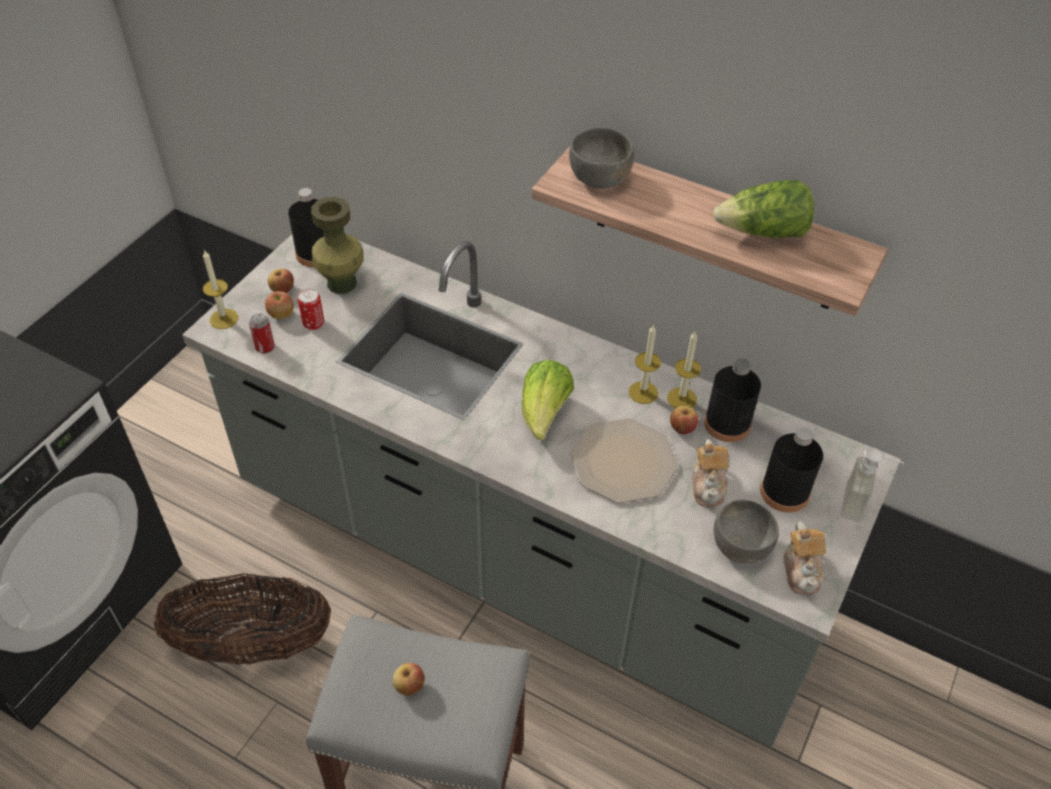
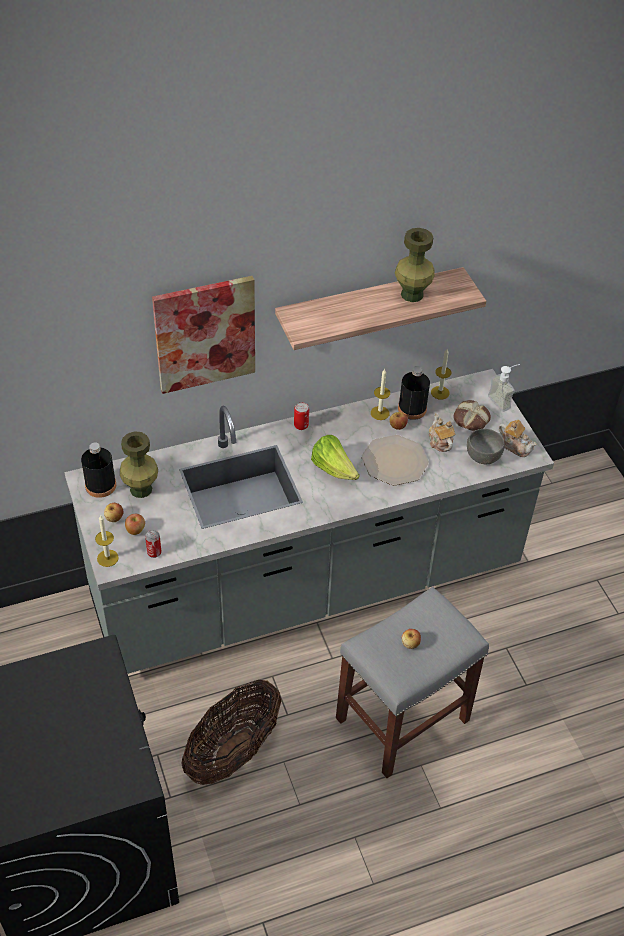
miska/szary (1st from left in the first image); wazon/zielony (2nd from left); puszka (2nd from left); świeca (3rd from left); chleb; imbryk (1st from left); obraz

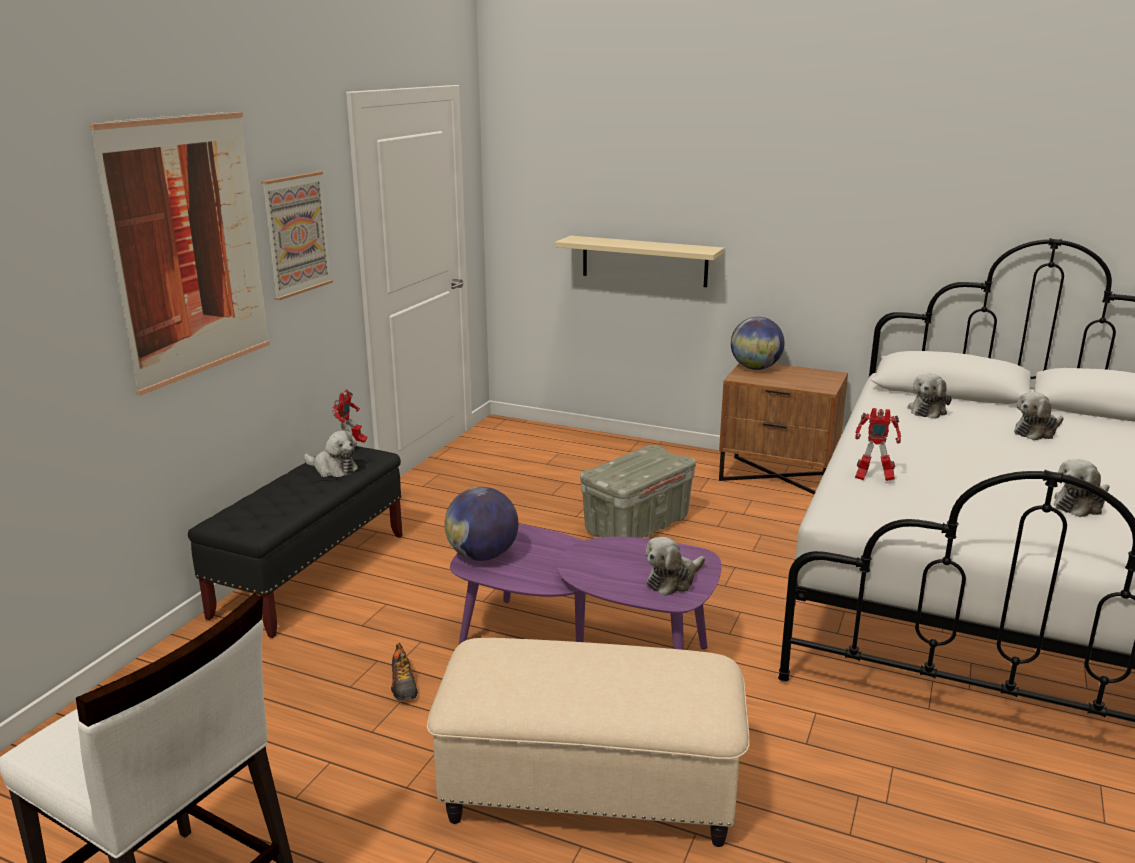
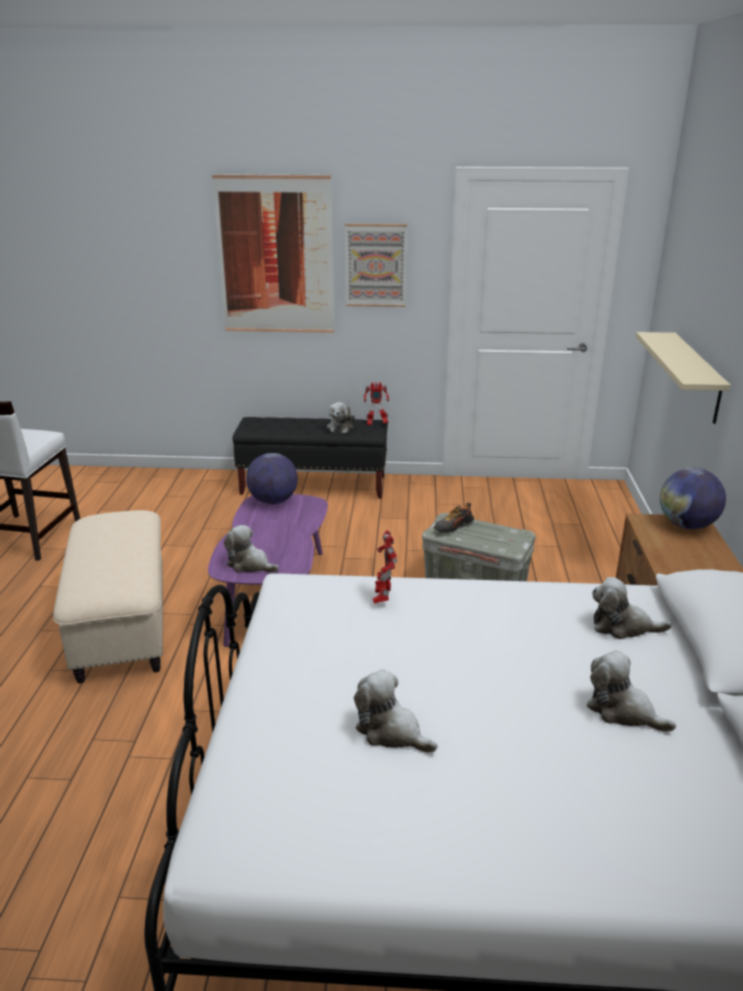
but

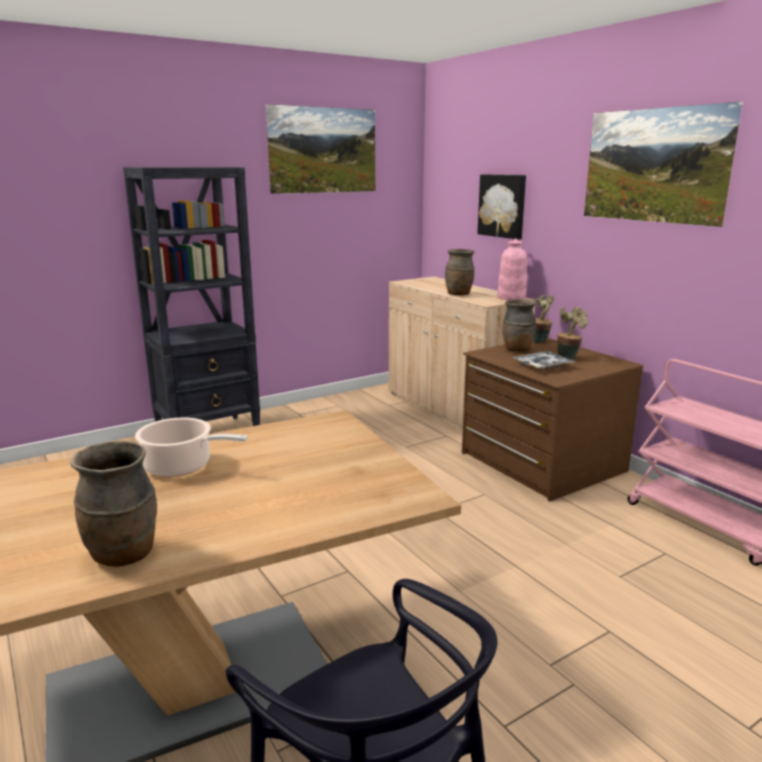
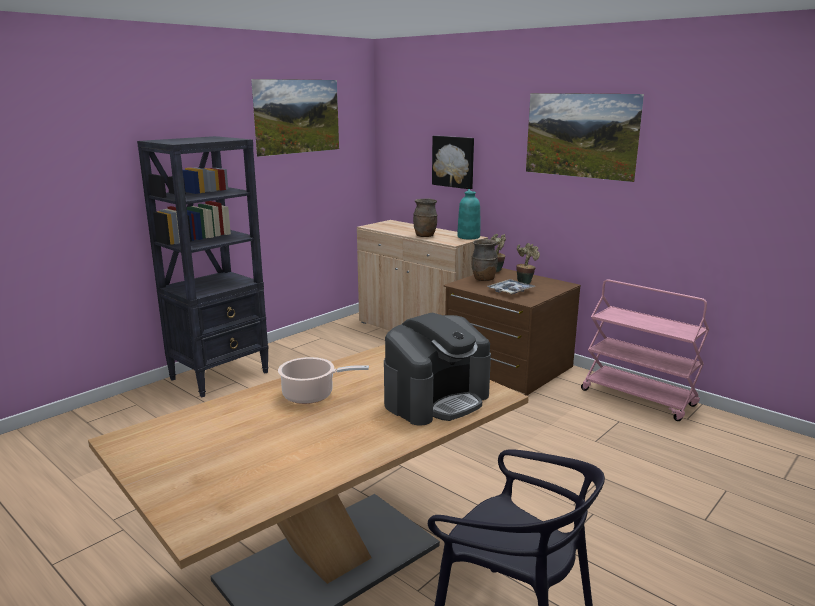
wazon/turkusowy; wazon/brązowy (1st from left in the first image); ekspres do kawy

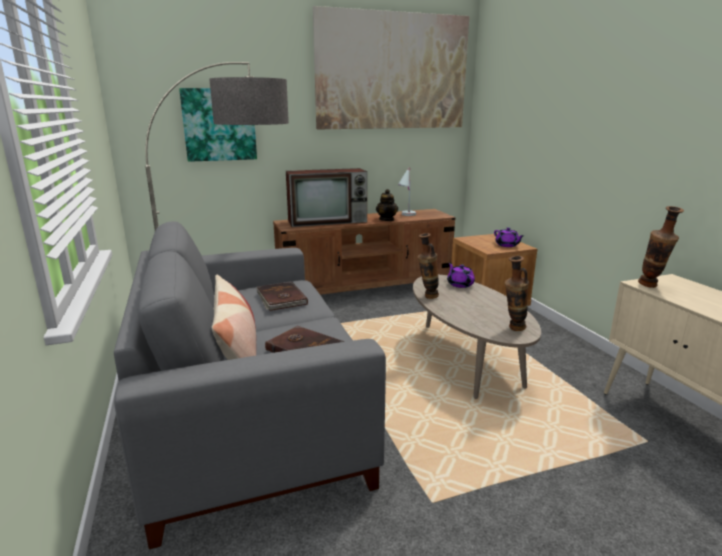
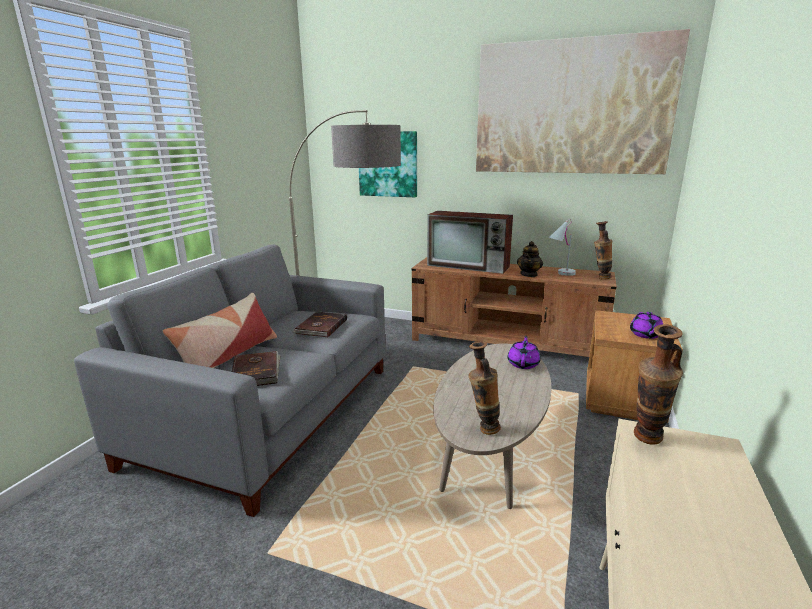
wazon (2nd from left)

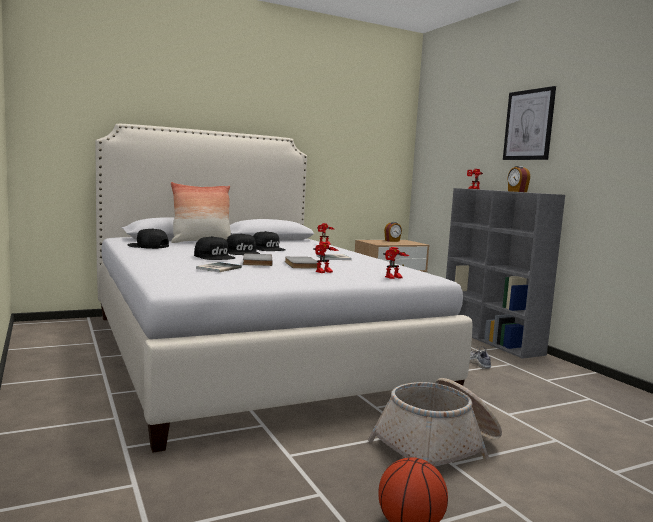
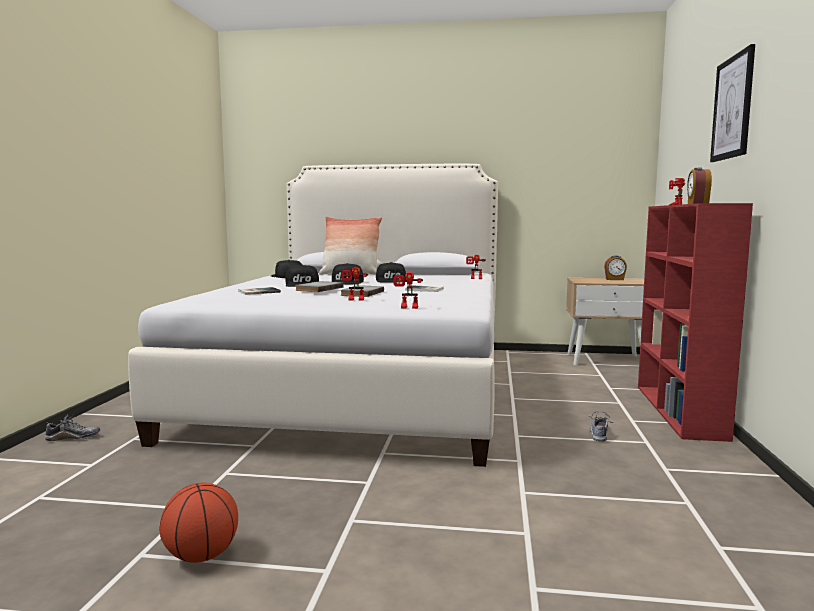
regał/czerwony; koszyk; but (1st from left)

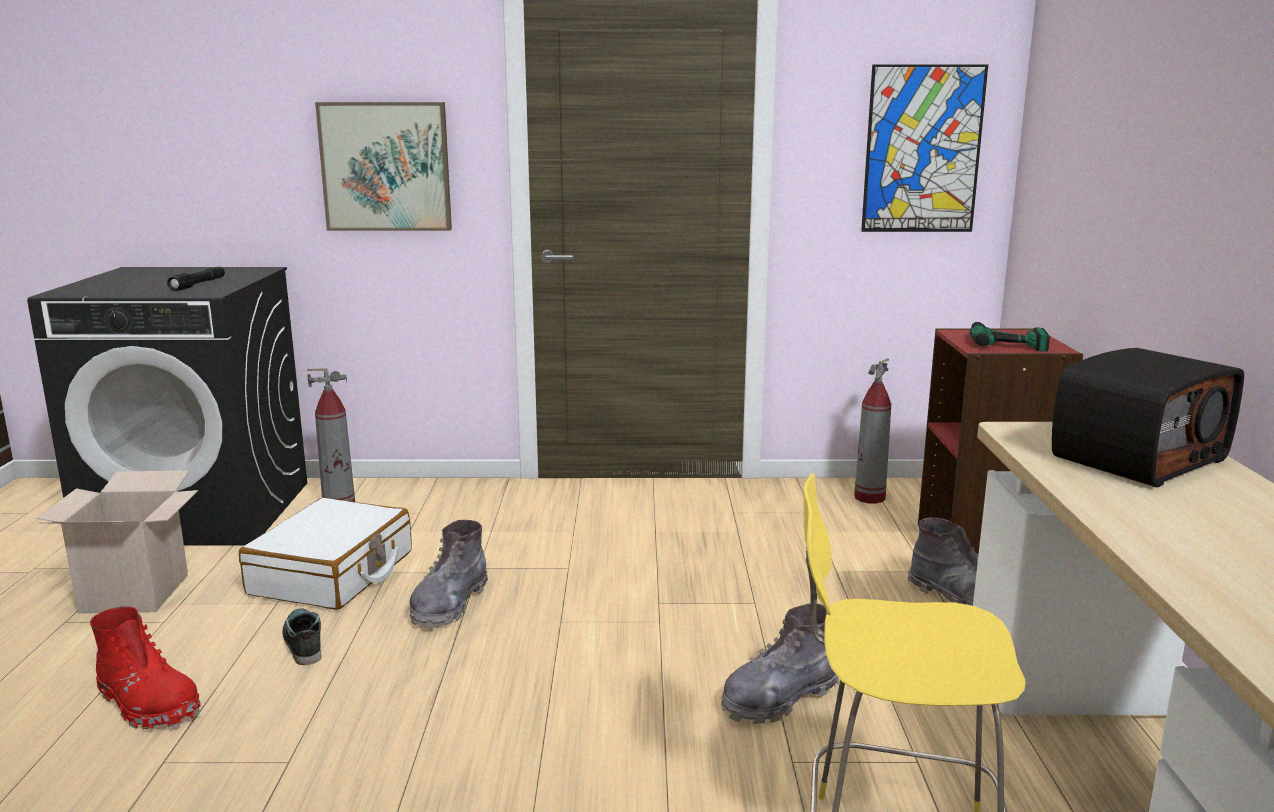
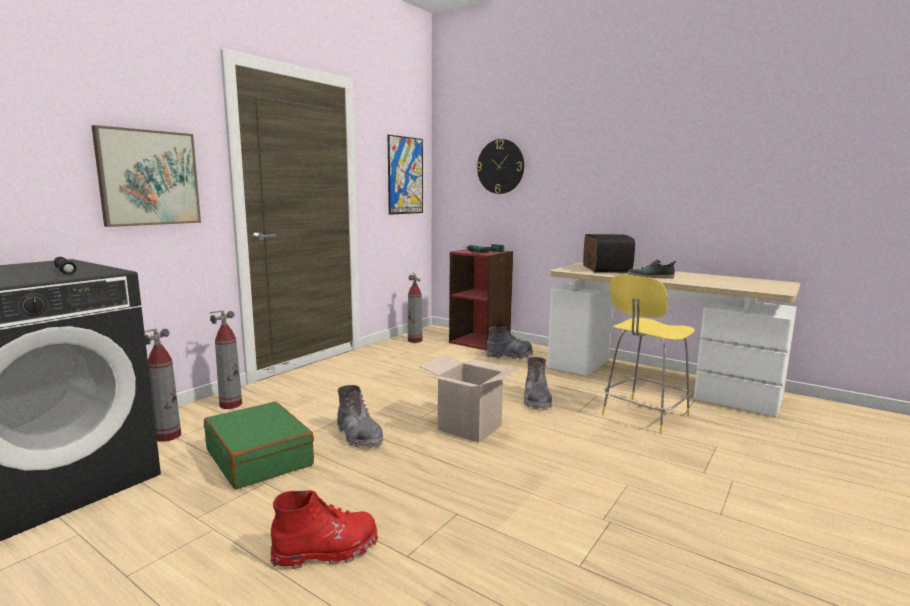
karton; walizka/zielony; but; zegar ścienny; gaśnica (2nd from left)

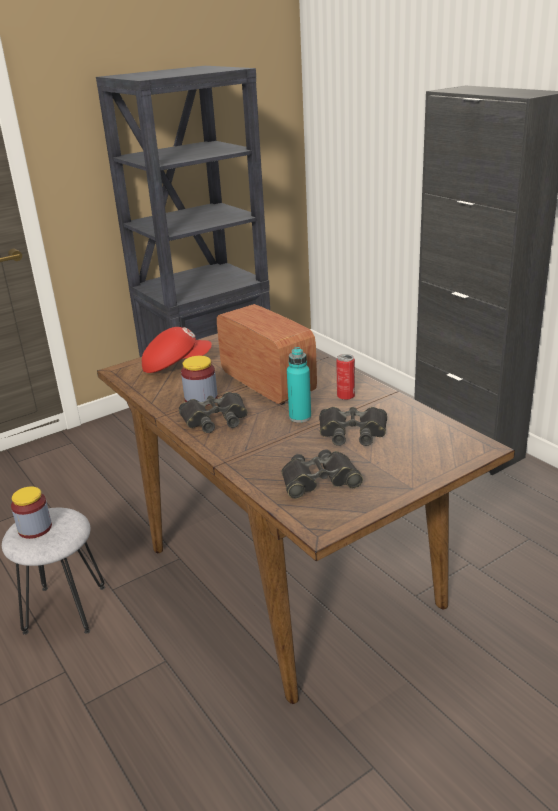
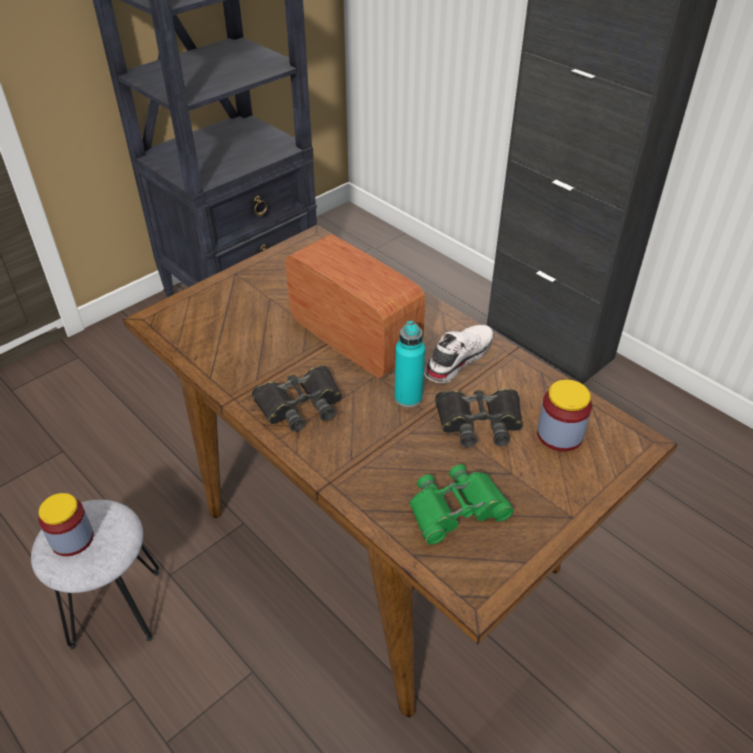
czapka z daszkiem/czerwony; but/biały; słoik (2nd from left); lornetka/zielony

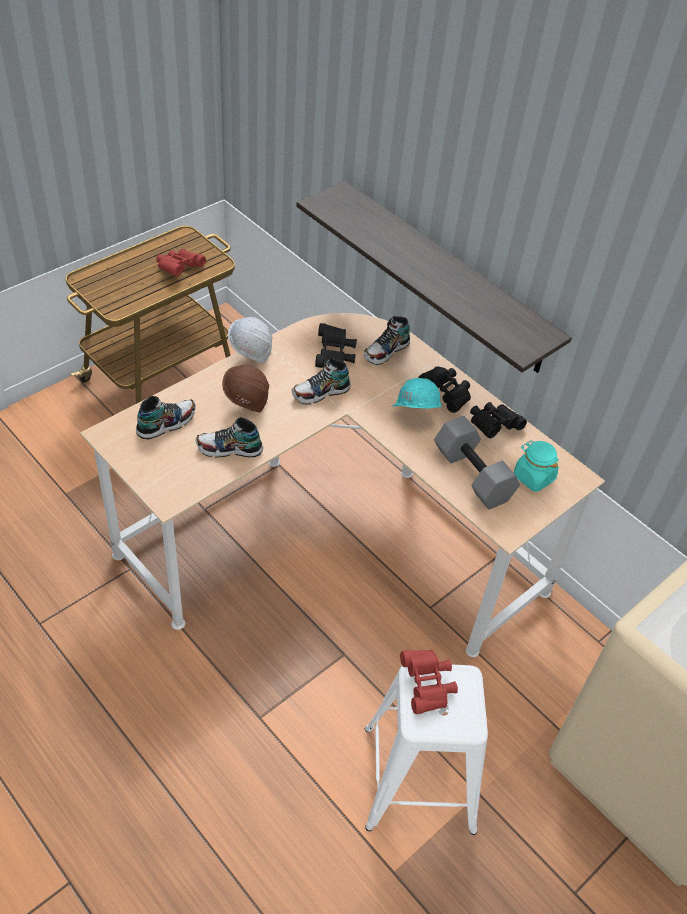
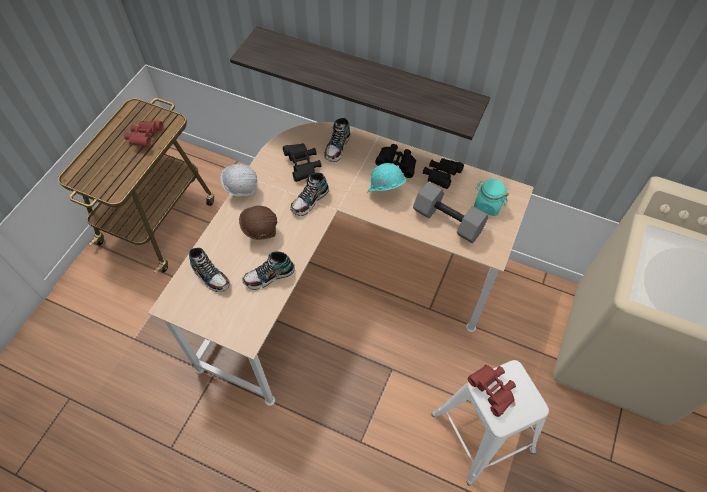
but (1st from left)

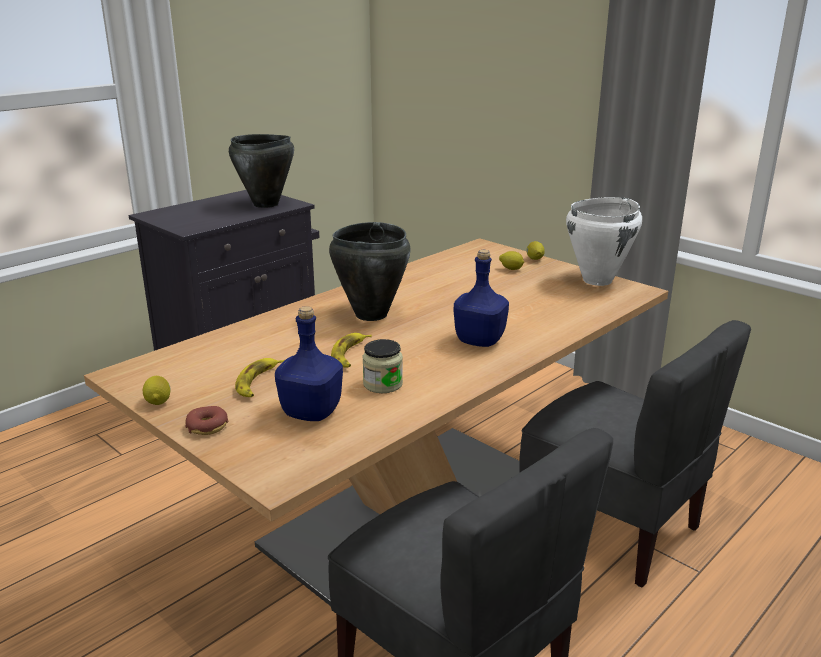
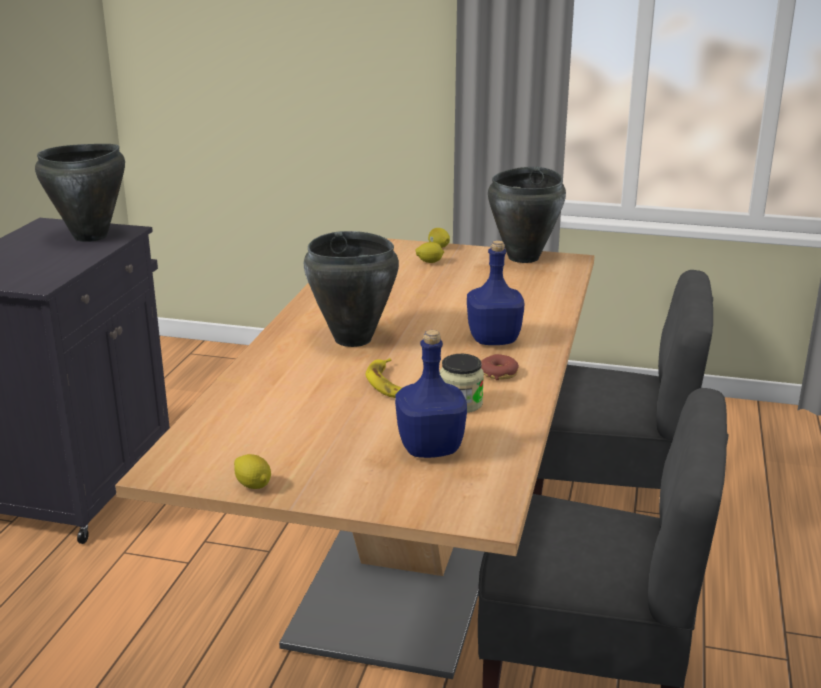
garnek/czarny (3rd from left); banan (1st from left in the first image); donut

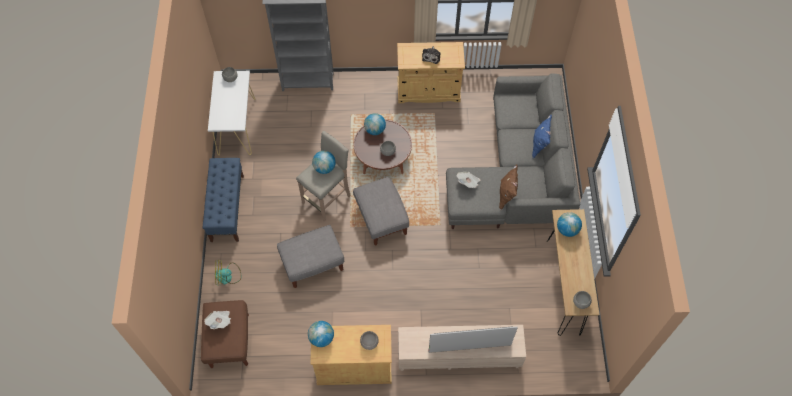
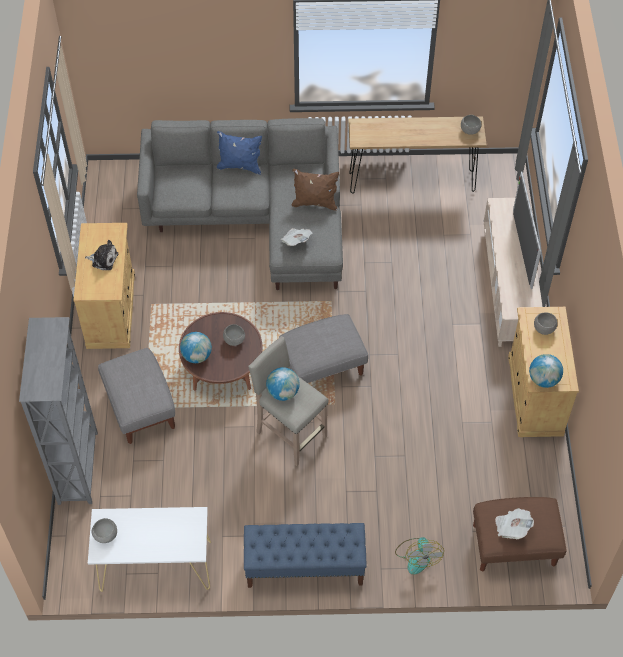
globus (4th from left in the first image); pufa/szary (1st from left)

